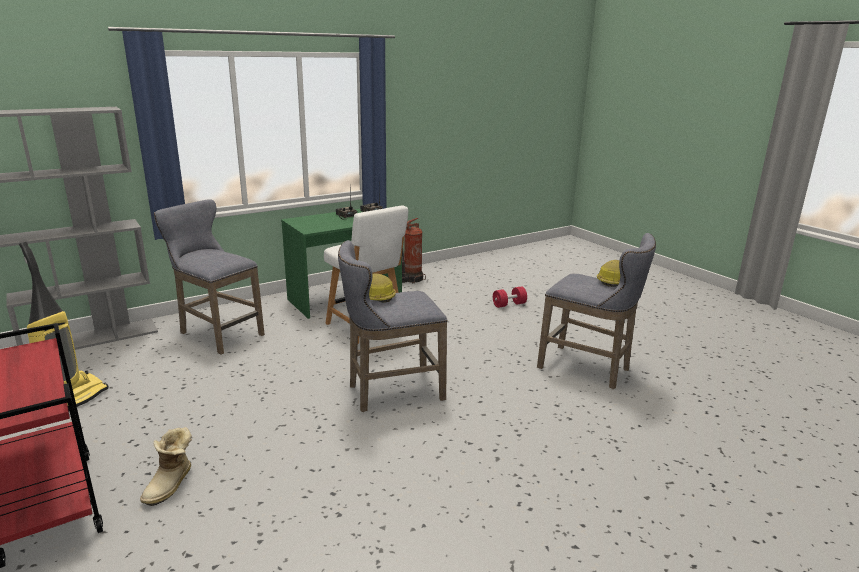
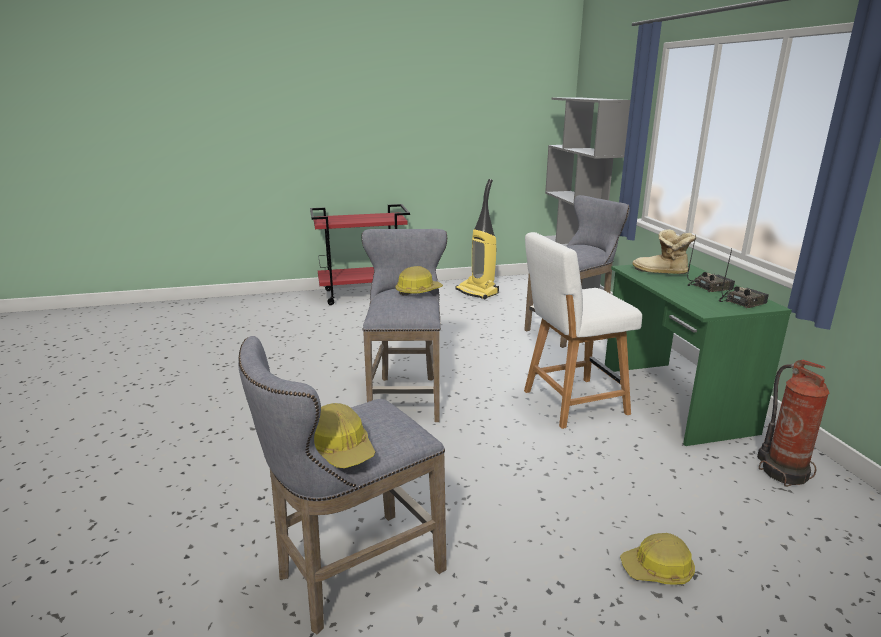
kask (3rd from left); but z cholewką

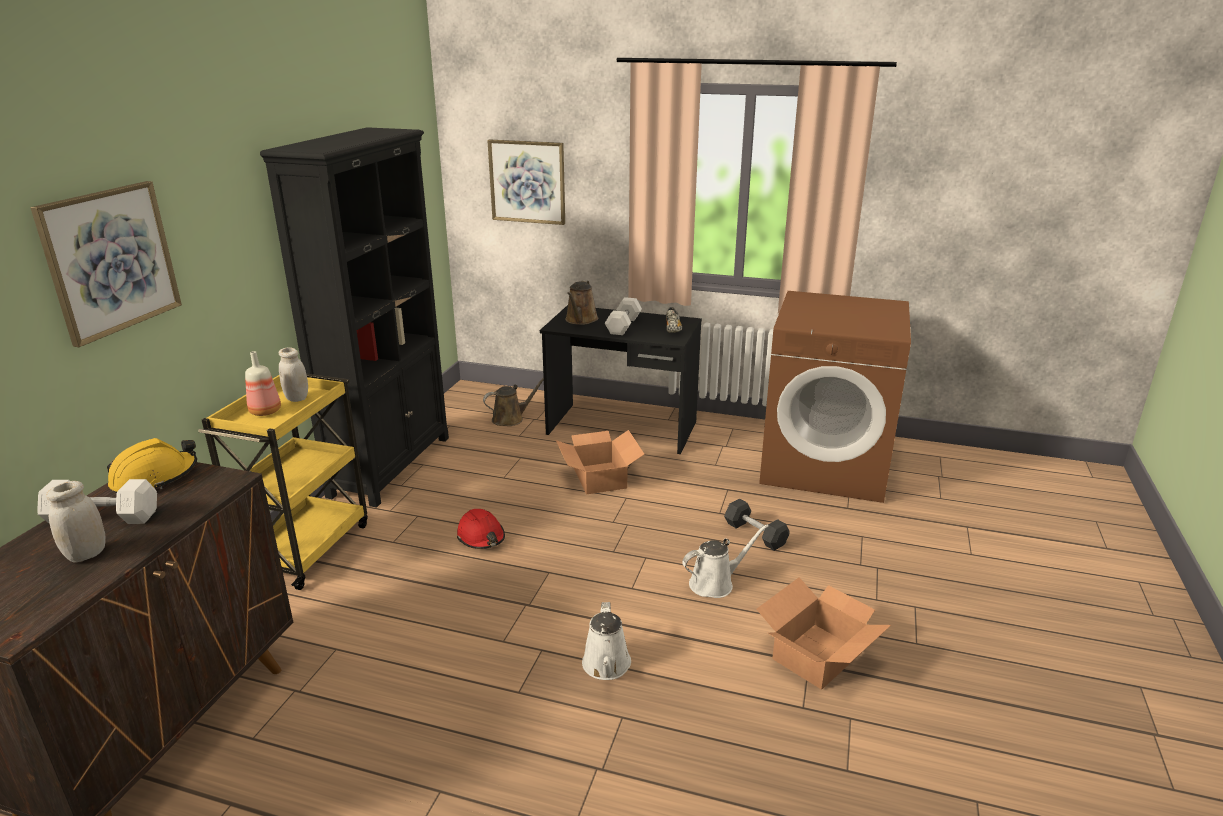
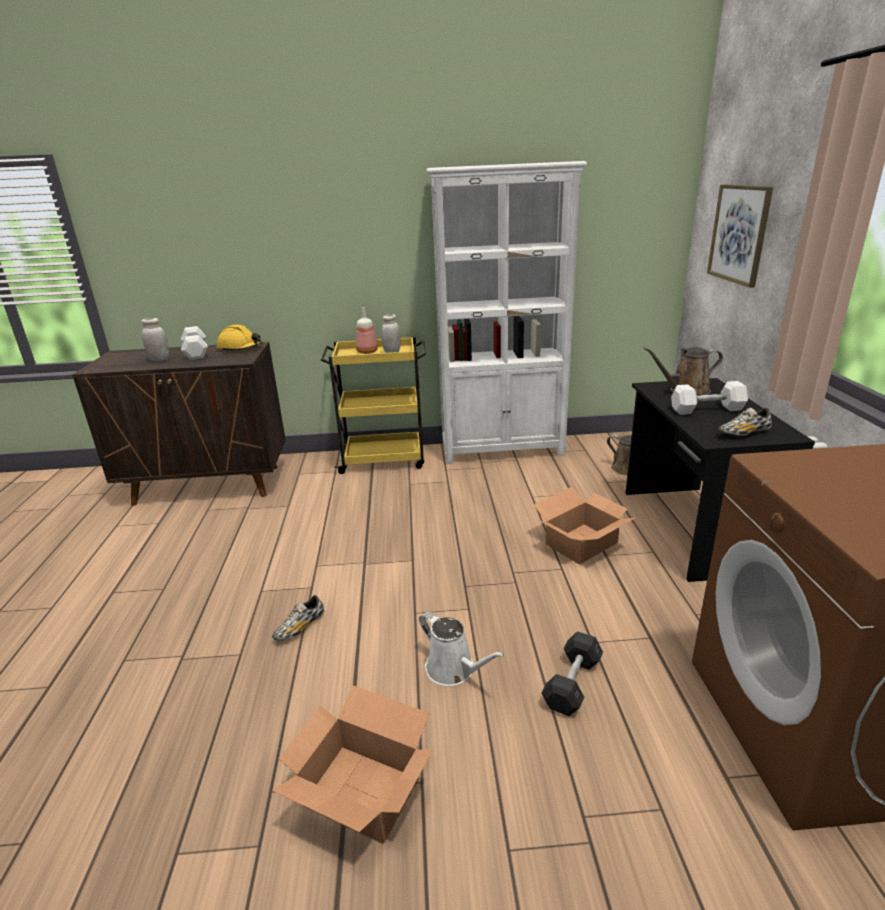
regał/biały; obraz (1st from left in the first image); kask/czerwony; but (1st from left)

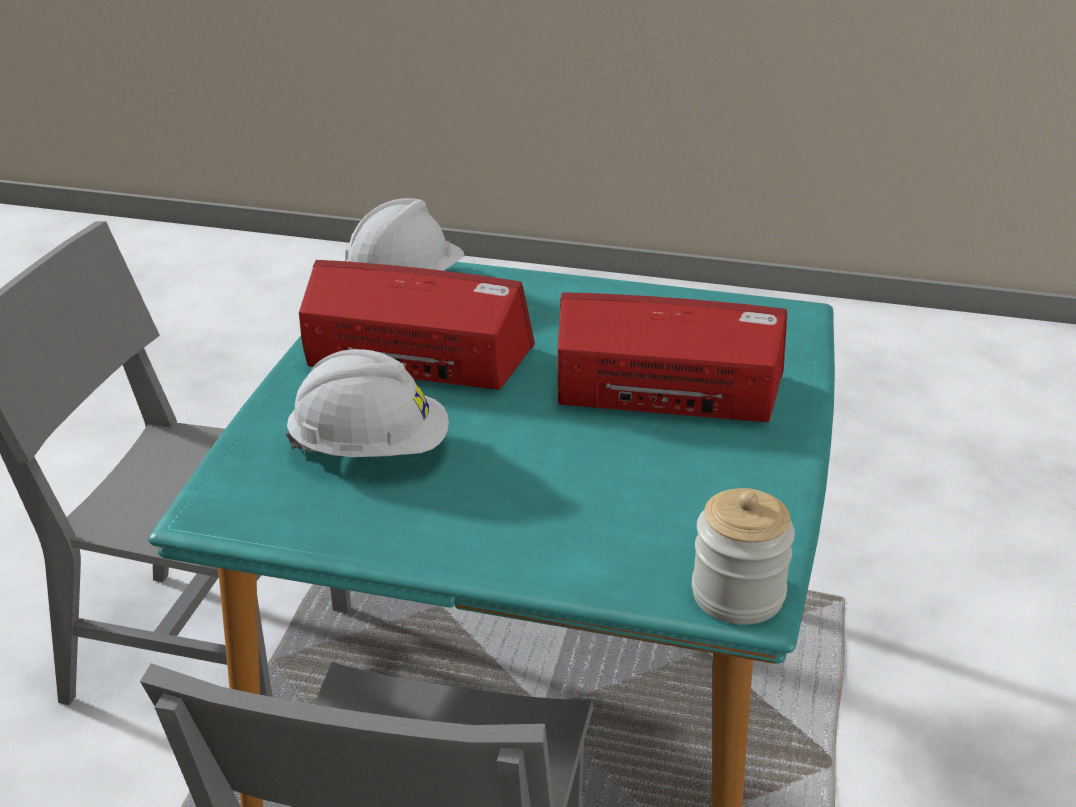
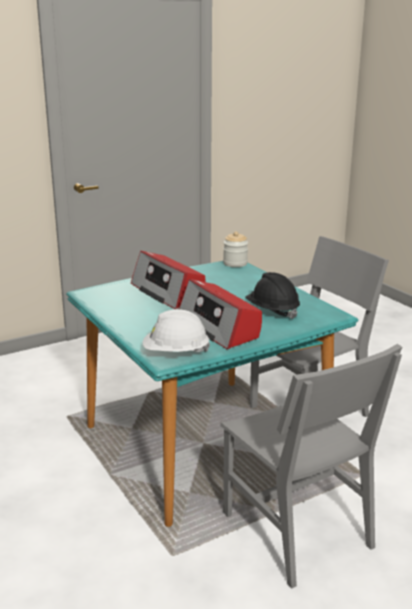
kask/czarny

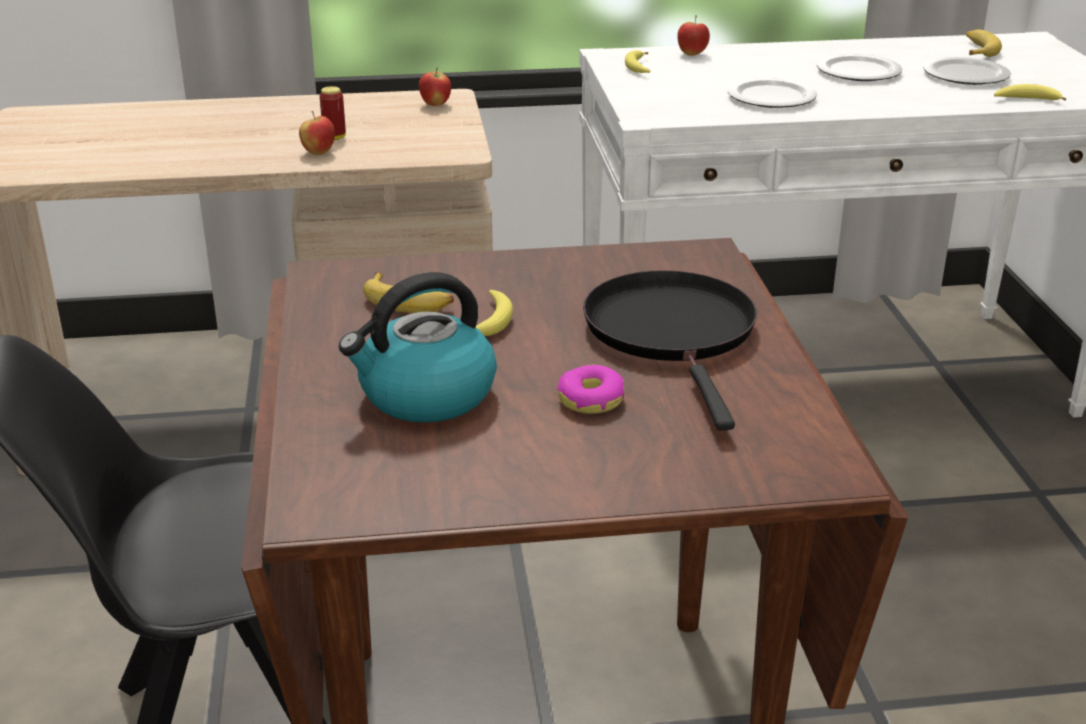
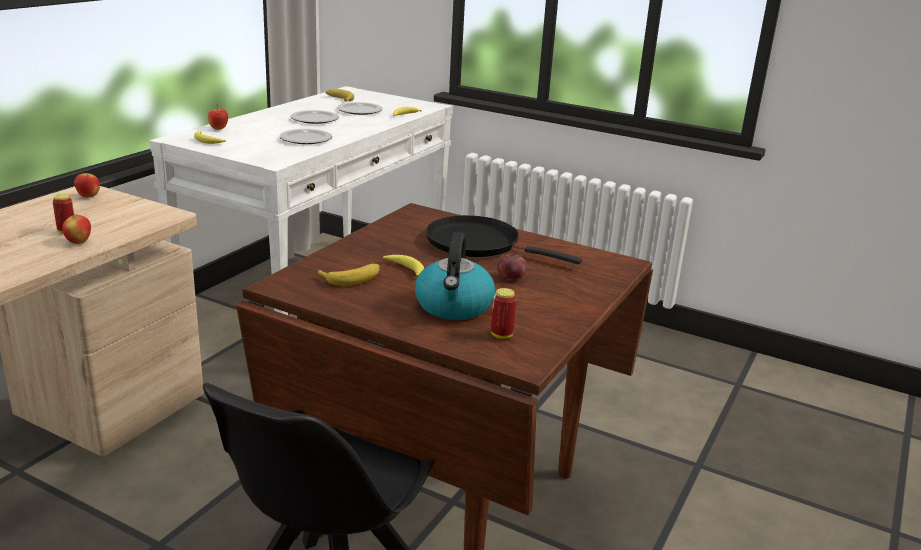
jabłko (4th from left); puszka (2nd from left)

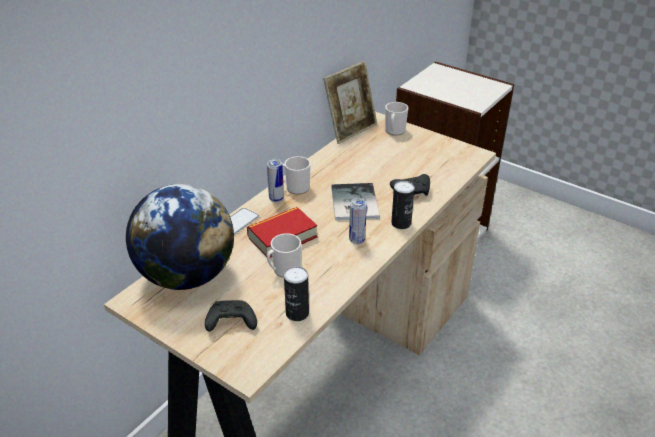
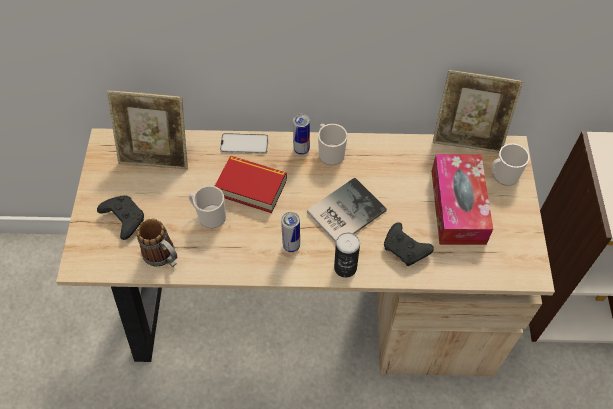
ramka na zdjęcie (1st from left); kubek (1st from left); pudełko chusteczek

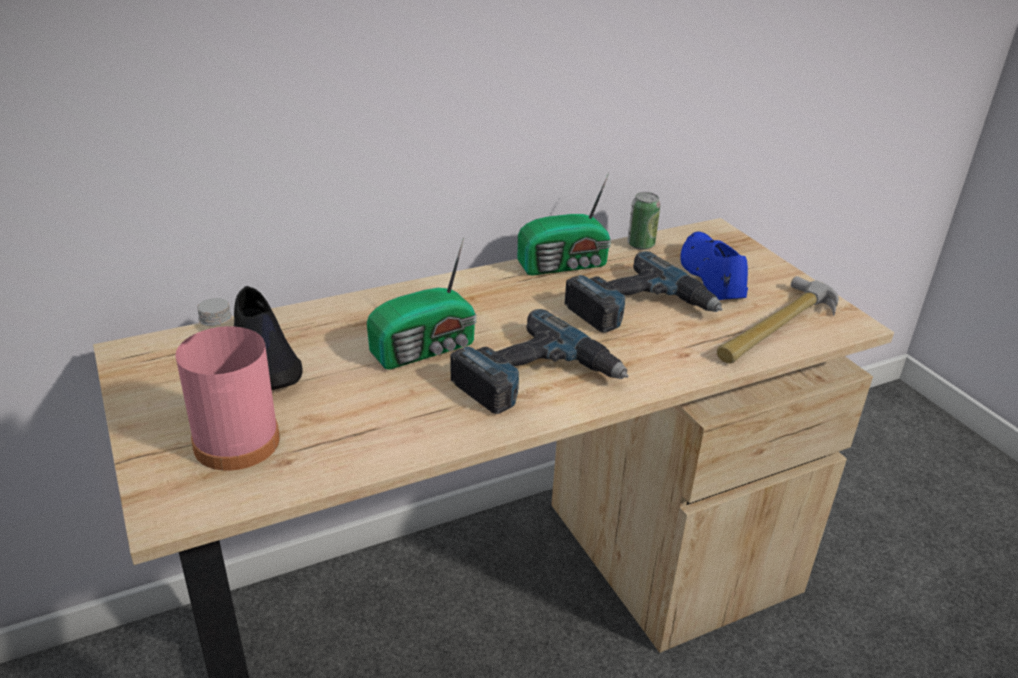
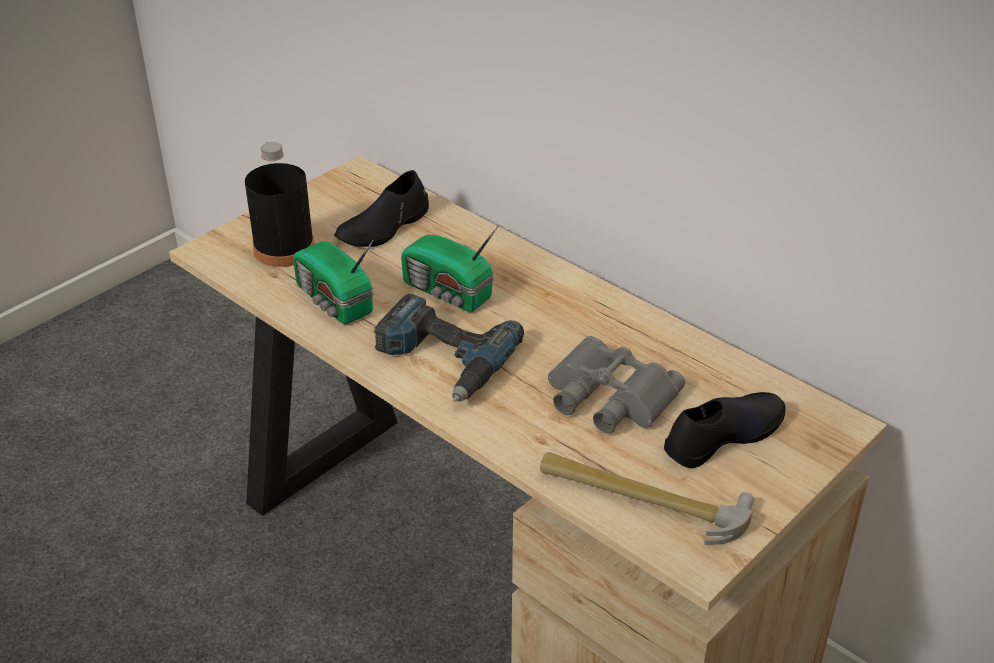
radio (1st from left); puszka; but/czarny (2nd from left); lornetka/szary; butelka/czarny

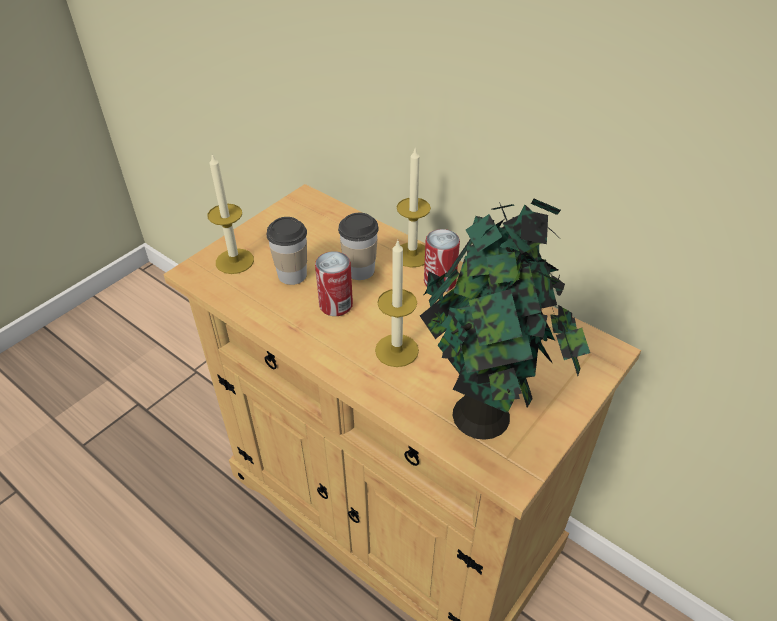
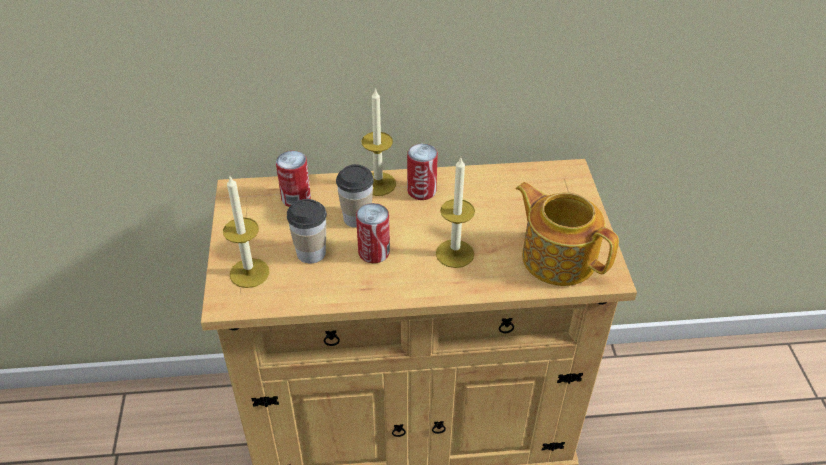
imbryk; puszka (1st from left)

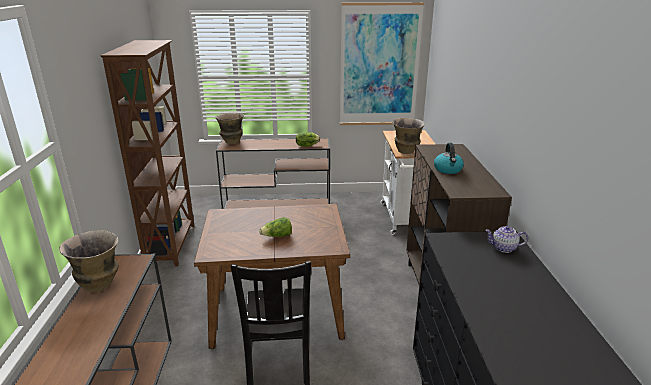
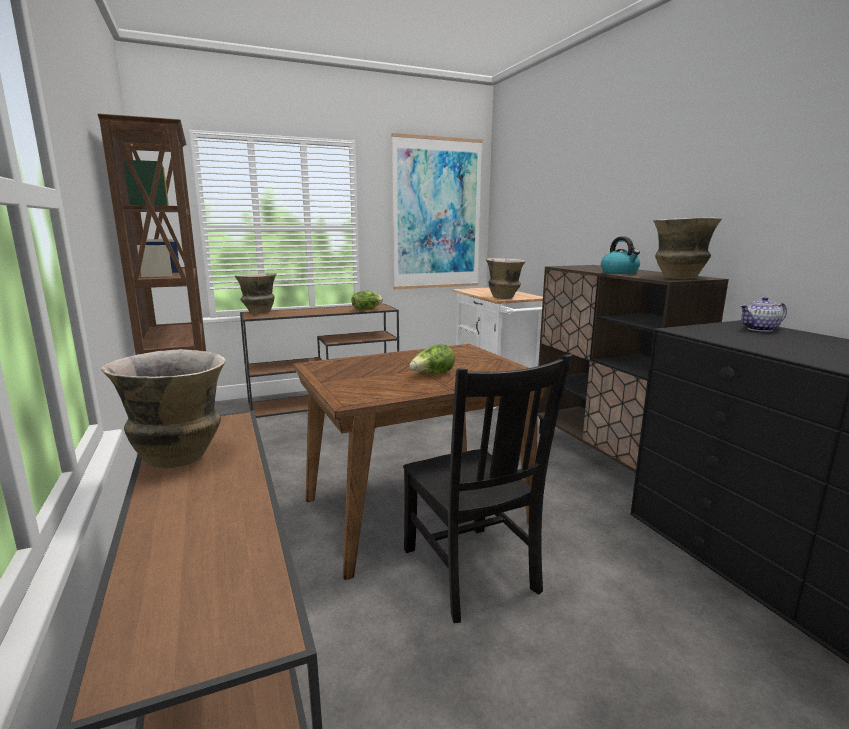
wazon (4th from left)

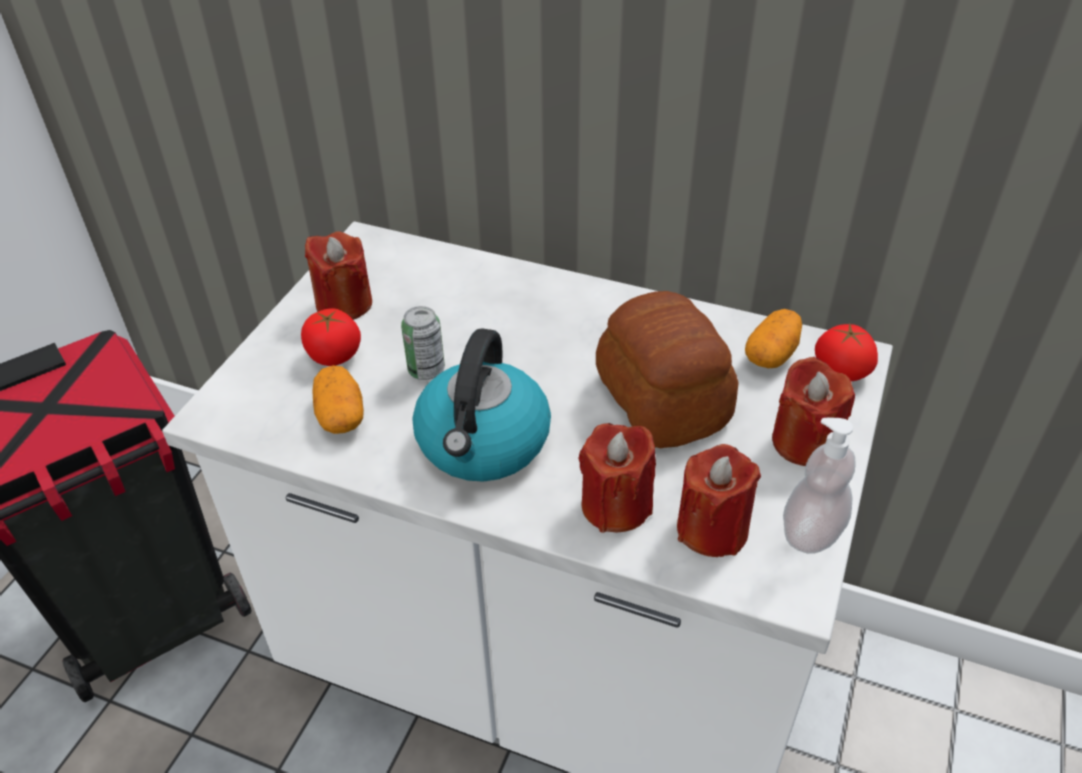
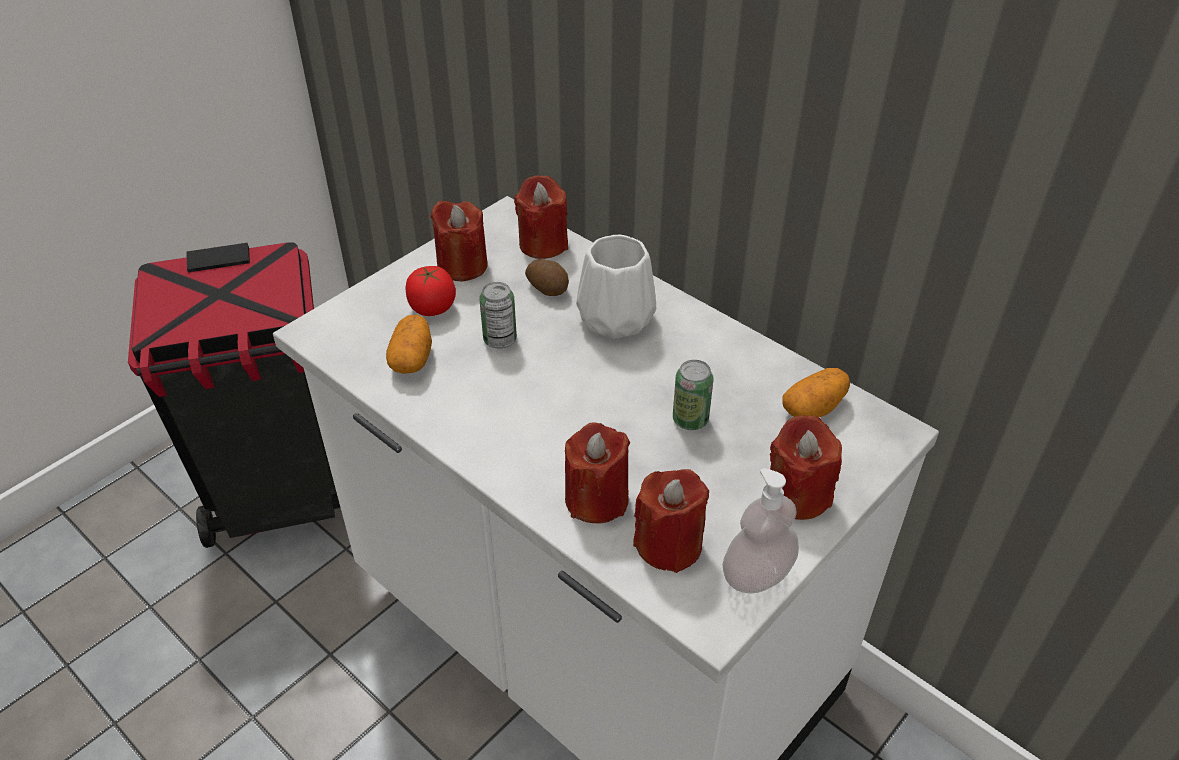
puszka (2nd from left); pomidor (2nd from left in the first image); czajnik; świeca/czerwony (2nd from left); wazon/biały; ziemniak (2nd from left)

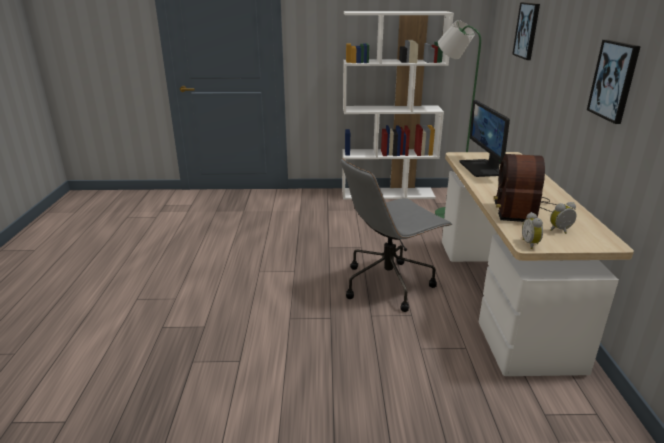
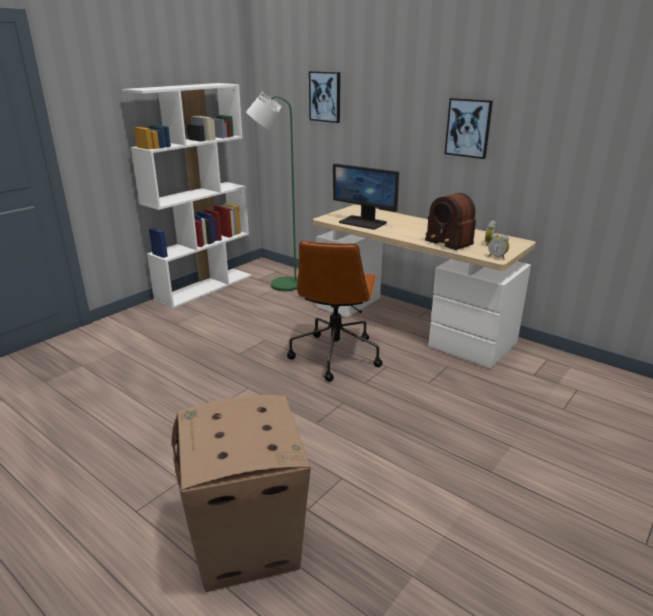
krzesło biurowe/brązowy; karton

